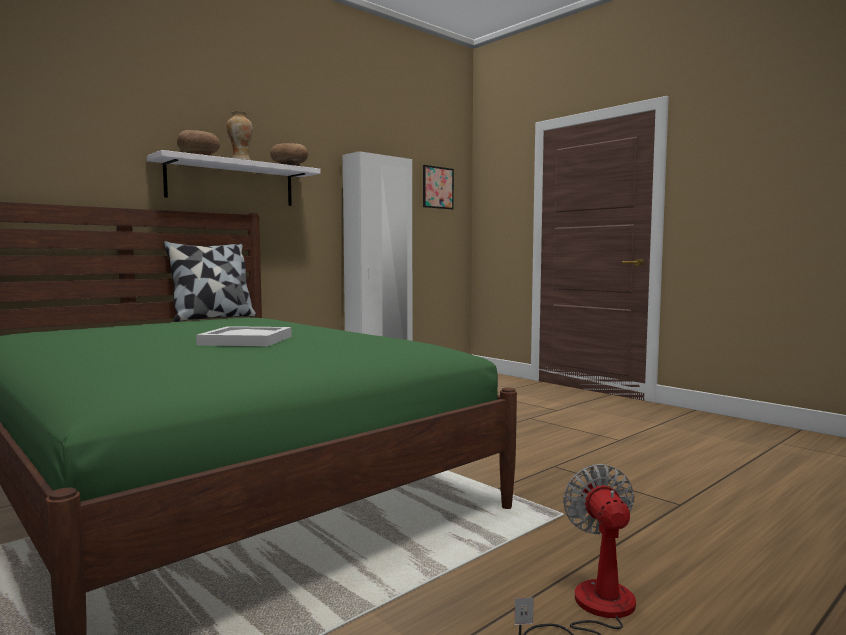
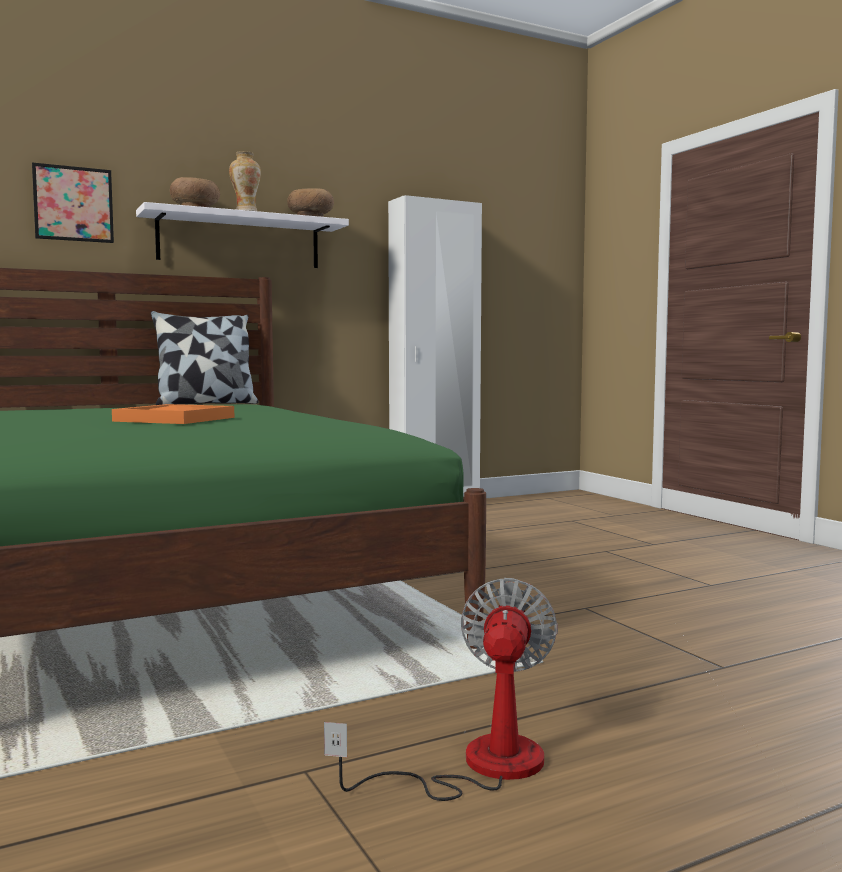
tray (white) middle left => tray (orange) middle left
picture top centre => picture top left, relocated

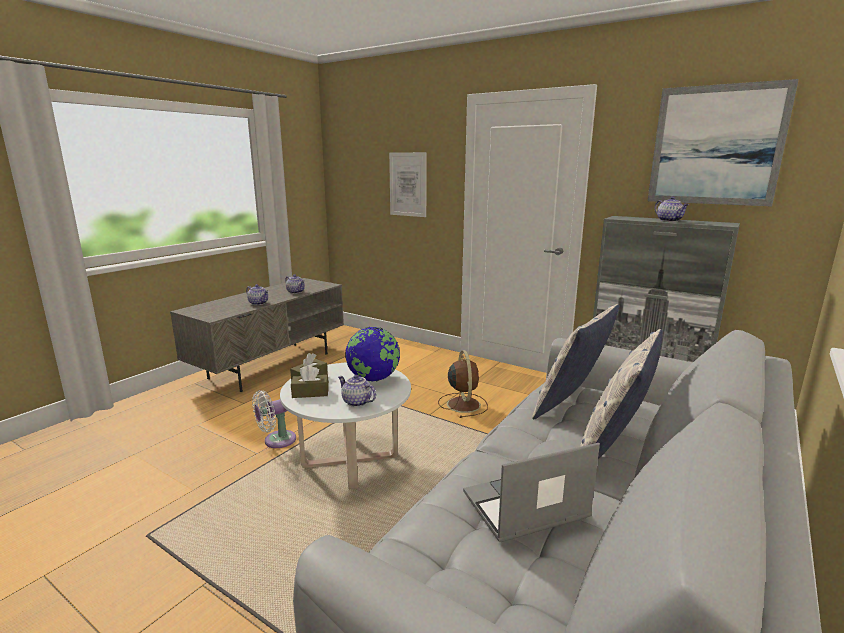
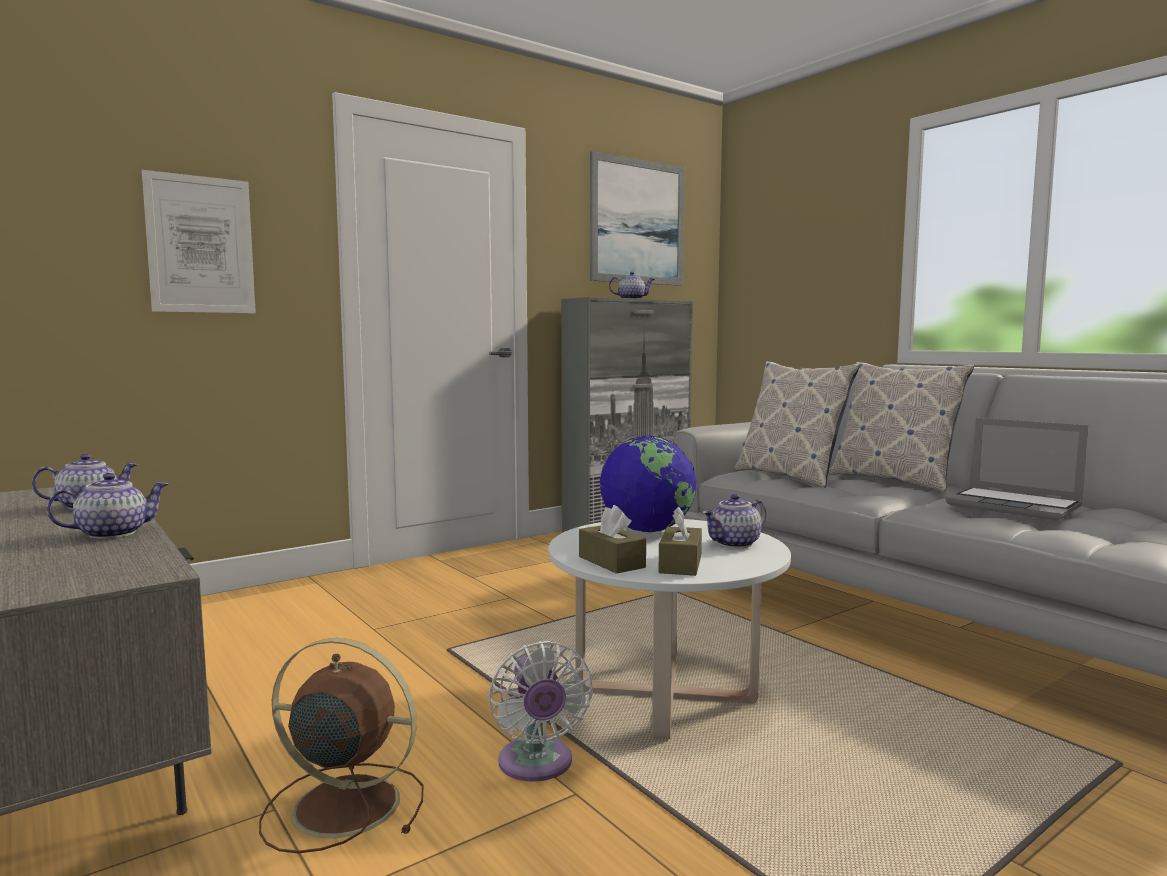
fan (brown) centre => fan (brown) bottom left, relocated
laptop bottom centre => laptop middle right, 45 degrees counterclockwise

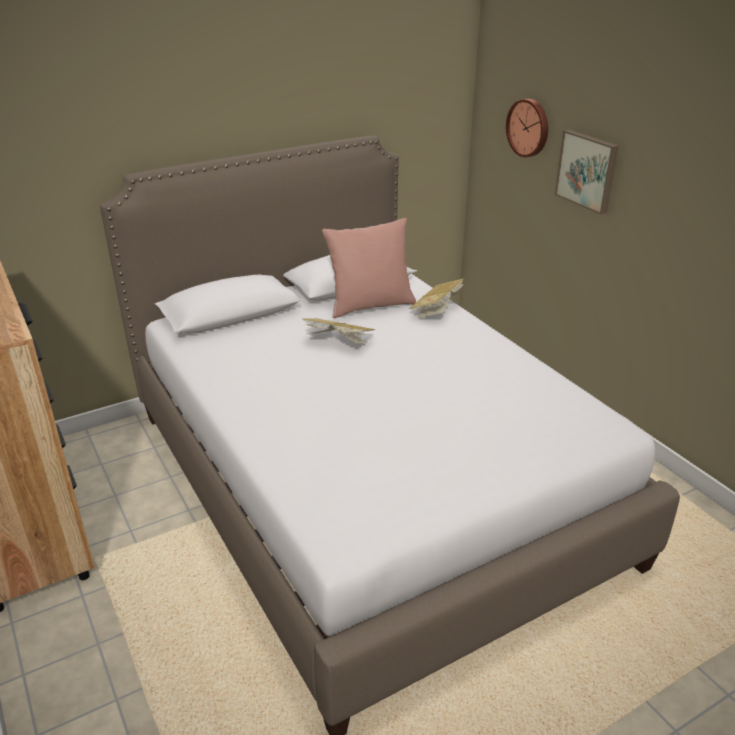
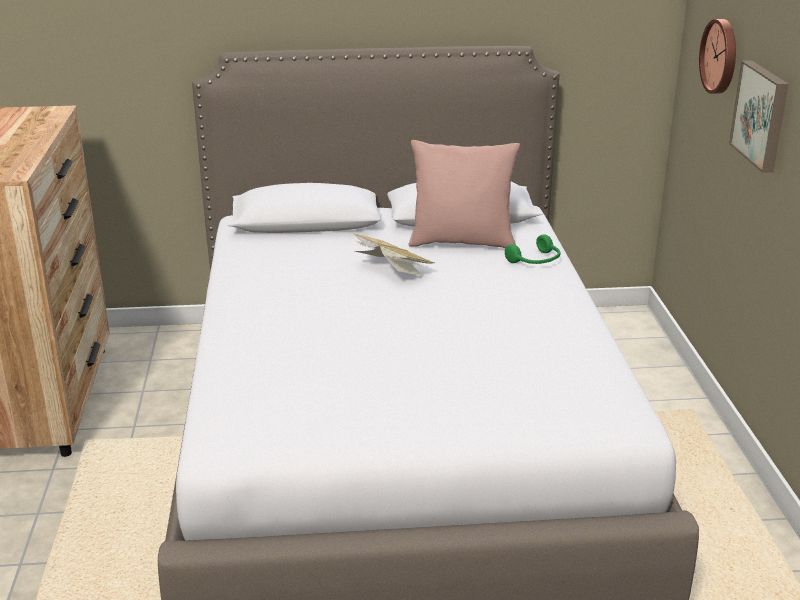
book (no. 2 from left) centre => headphones (green) centre

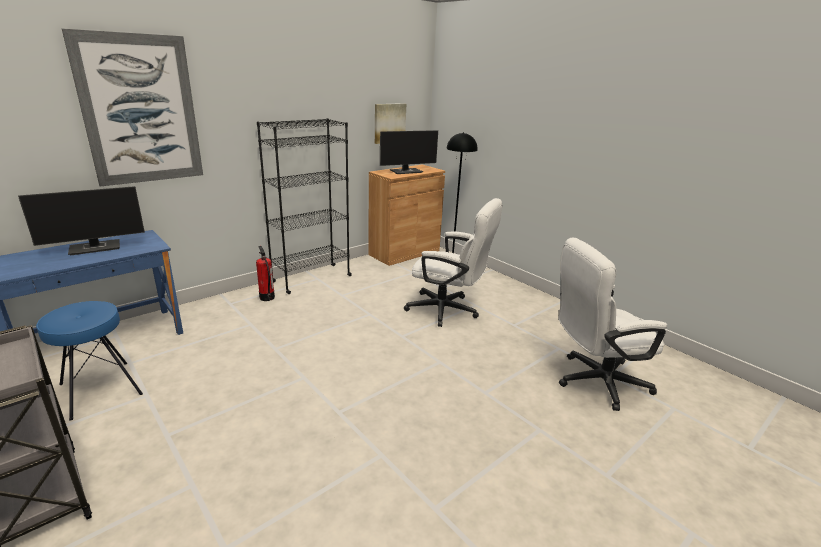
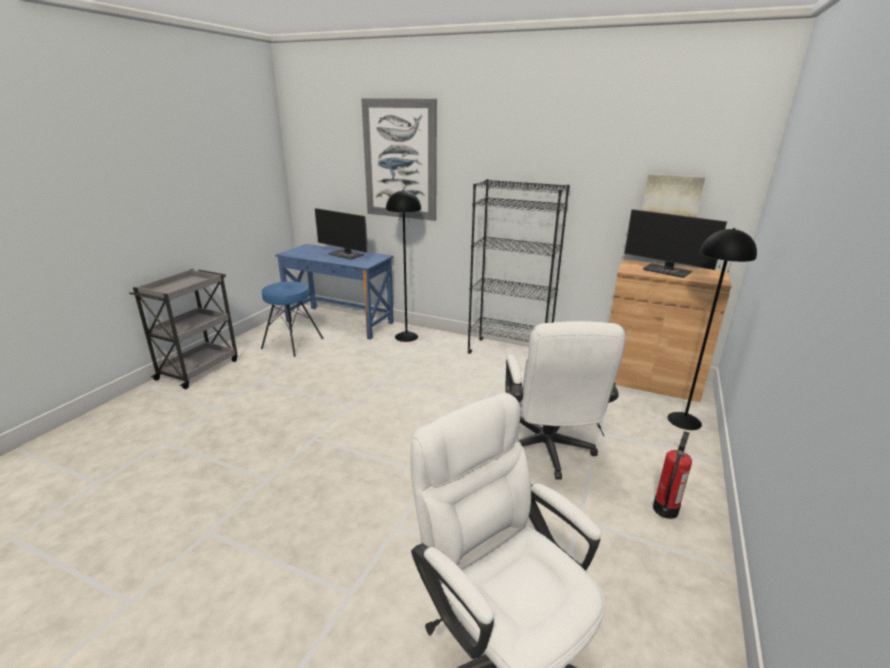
fire extinguisher middle left => fire extinguisher bottom right, relocated
nothing => floor lamp (black) (no. 1 from left) centre

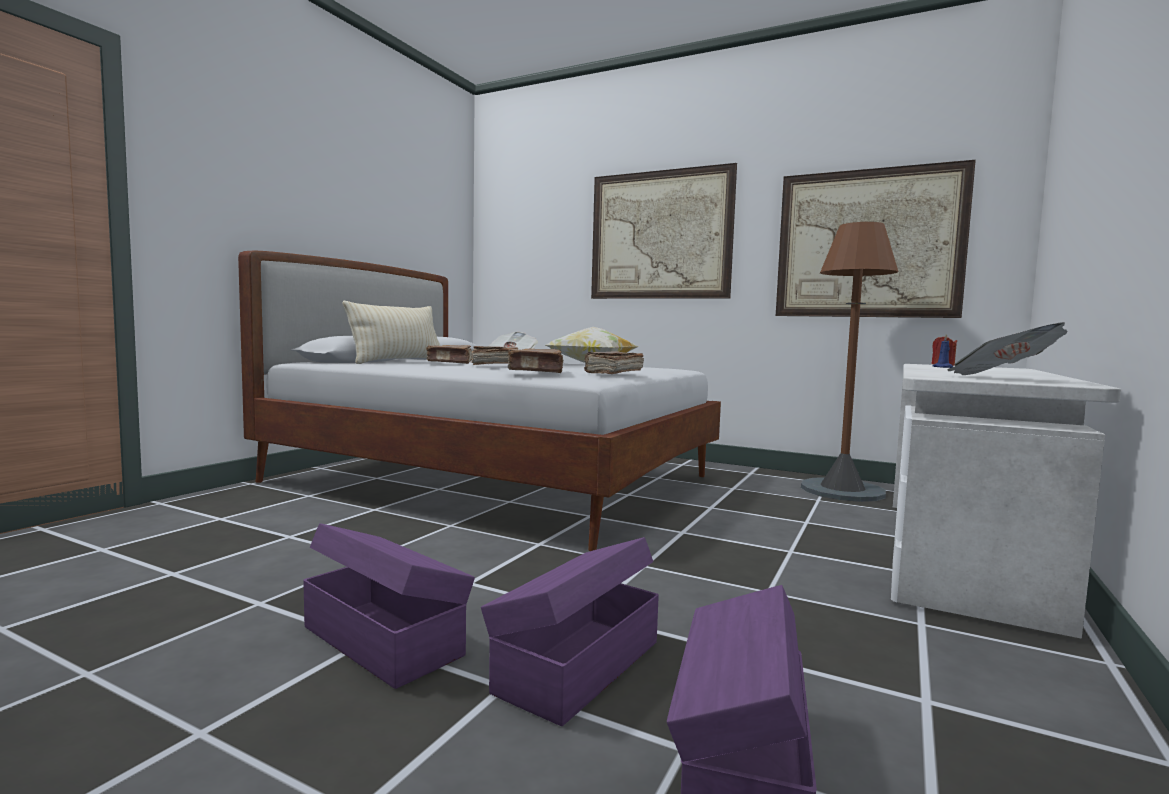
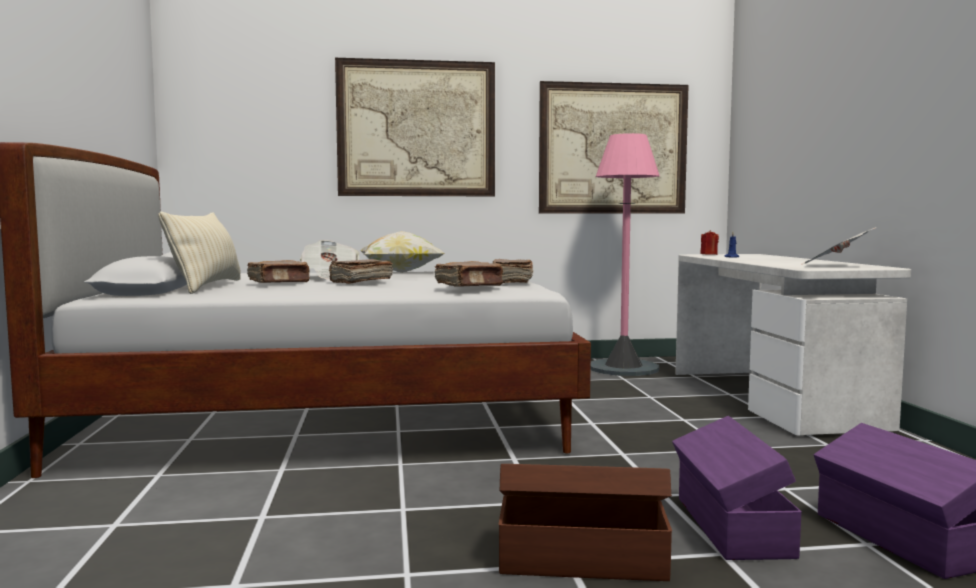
storage box (purple) (no. 1 from left) bottom left => storage box (brown) bottom centre
floor lamp (brown) middle right => floor lamp (pink) centre

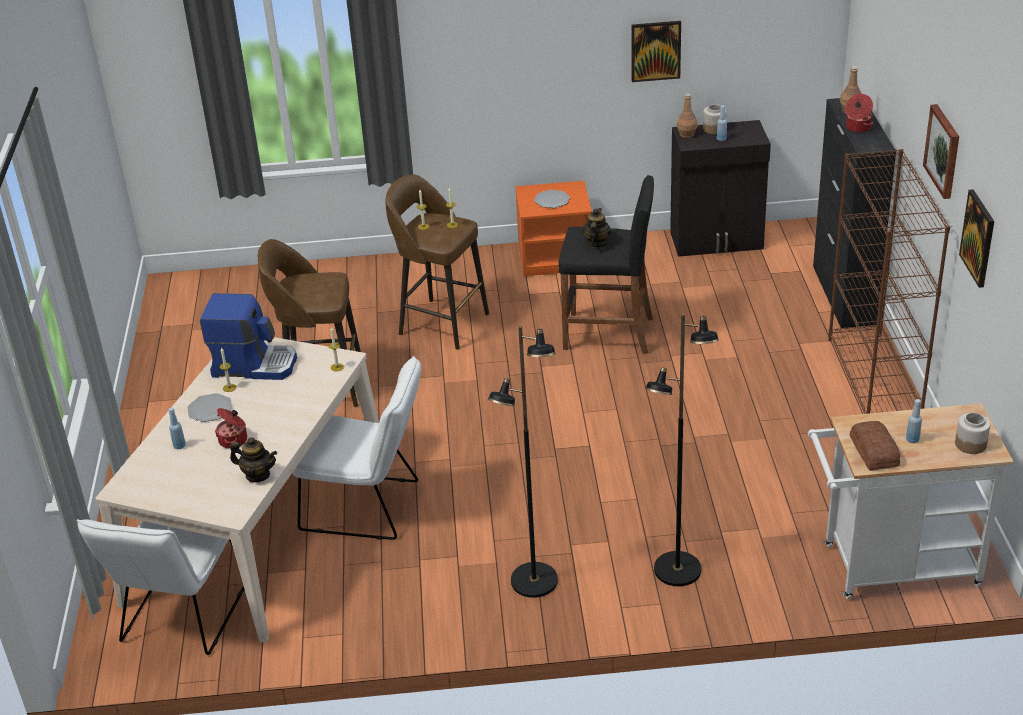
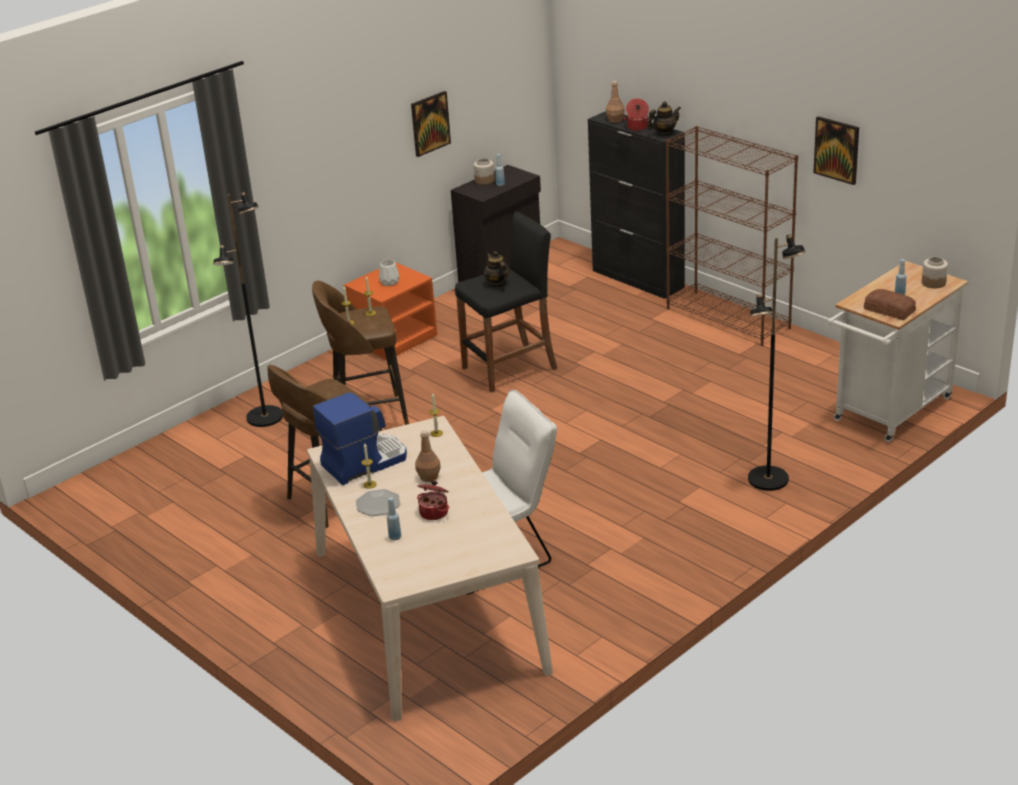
chair (white) (no. 1 from left) bottom left => nothing
teapot (no. 1 from left in the first image) middle left => teapot (no. 2 from left) top centre, relocated
floor lamp (black) (no. 1 from left) centre => floor lamp (black) (no. 1 from left) middle left, relocated
plate (no. 2 from left) top centre => vase (white) centre
bottle (brown) (no. 1 from left) top right => bottle (brown) (no. 1 from left) centre, relocated
picture (no. 2 from left) top right => nothing

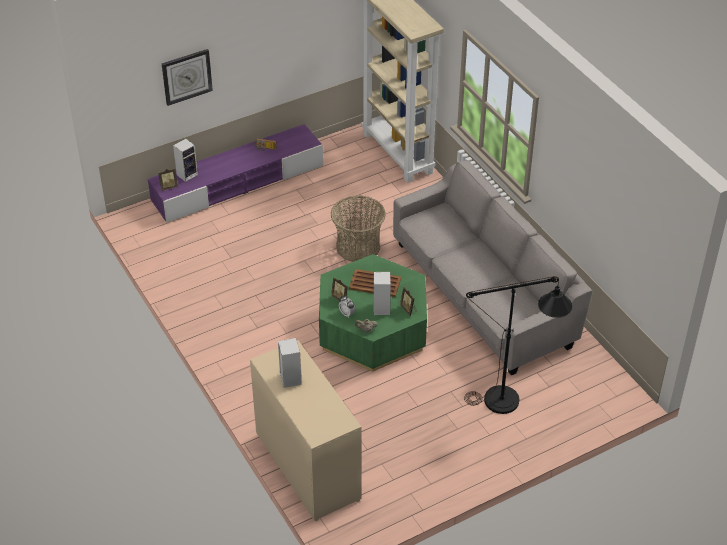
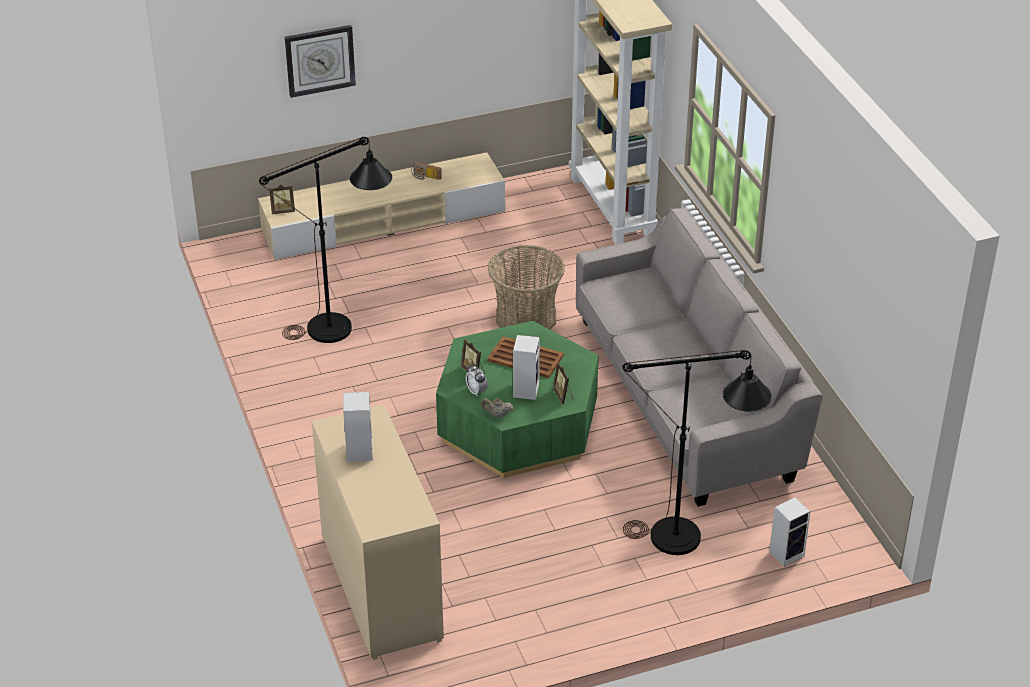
tv stand (purple) top left => tv stand (beige) top centre
speaker (no. 1 from left in the first image) top left => speaker (no. 3 from left) bottom right, relocated
nothing => floor lamp (black) (no. 1 from left) middle left

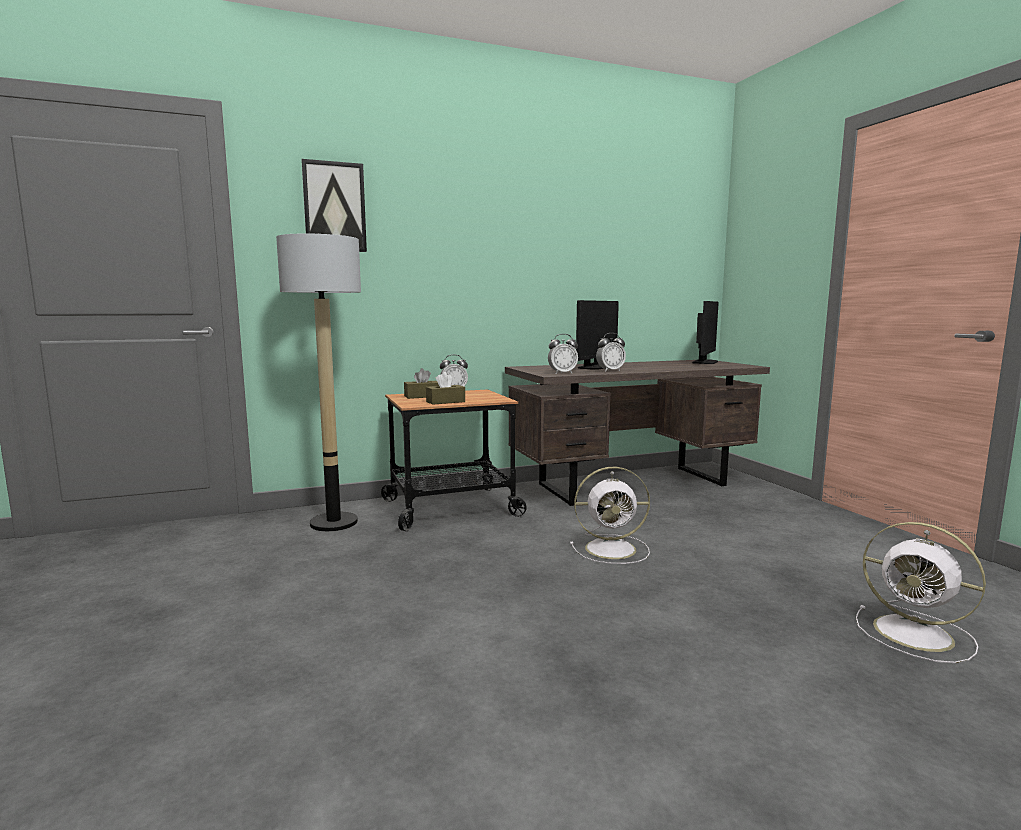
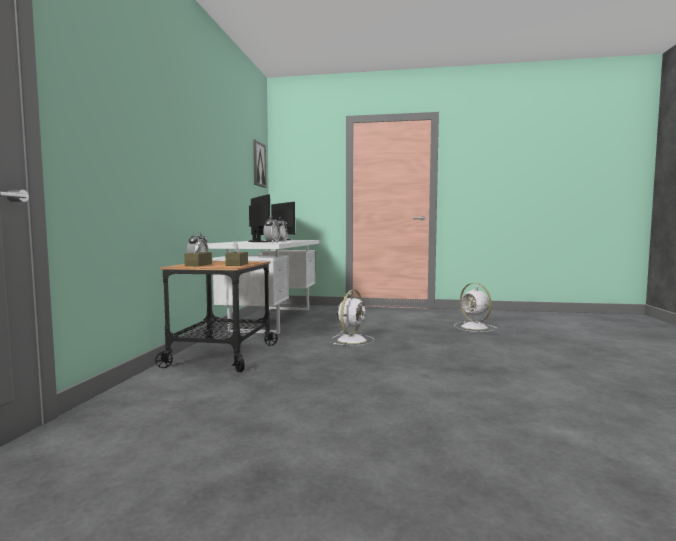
floor lamp middle left => nothing
picture top left => picture top centre, relocated
desk (brown) centre => desk (white) centre
fan (white) (no. 2 from left) bottom right => fan (white) (no. 2 from left) middle right, 75 degrees clockwise

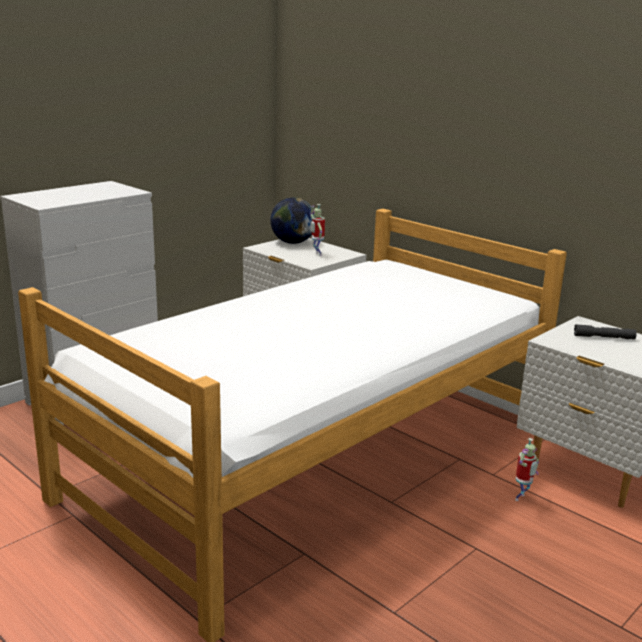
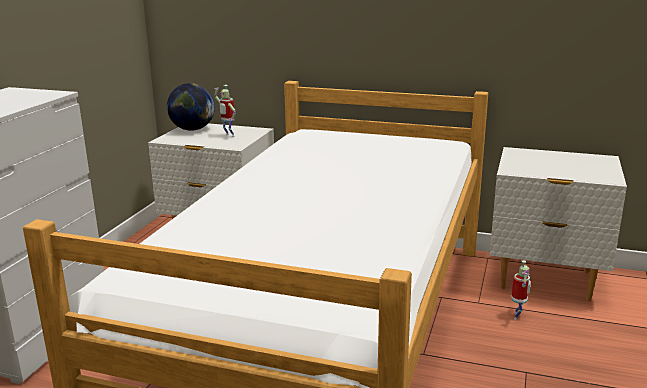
flashlight (grey) middle right => nothing

